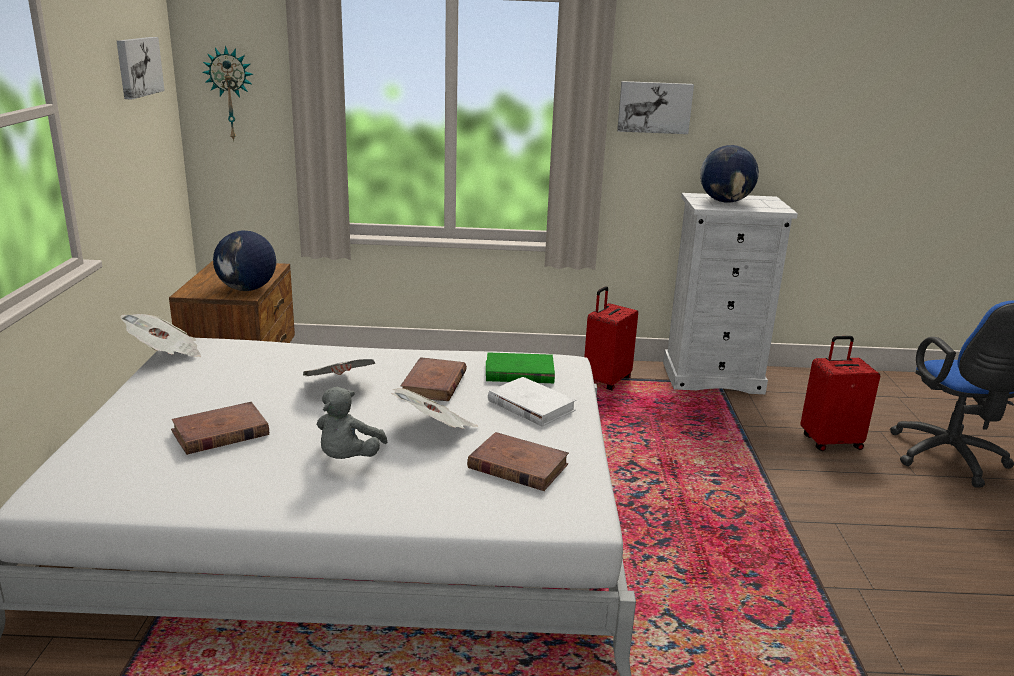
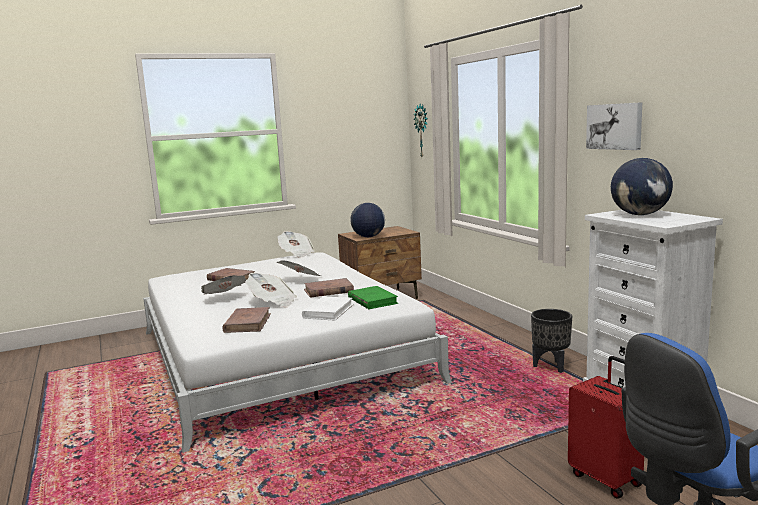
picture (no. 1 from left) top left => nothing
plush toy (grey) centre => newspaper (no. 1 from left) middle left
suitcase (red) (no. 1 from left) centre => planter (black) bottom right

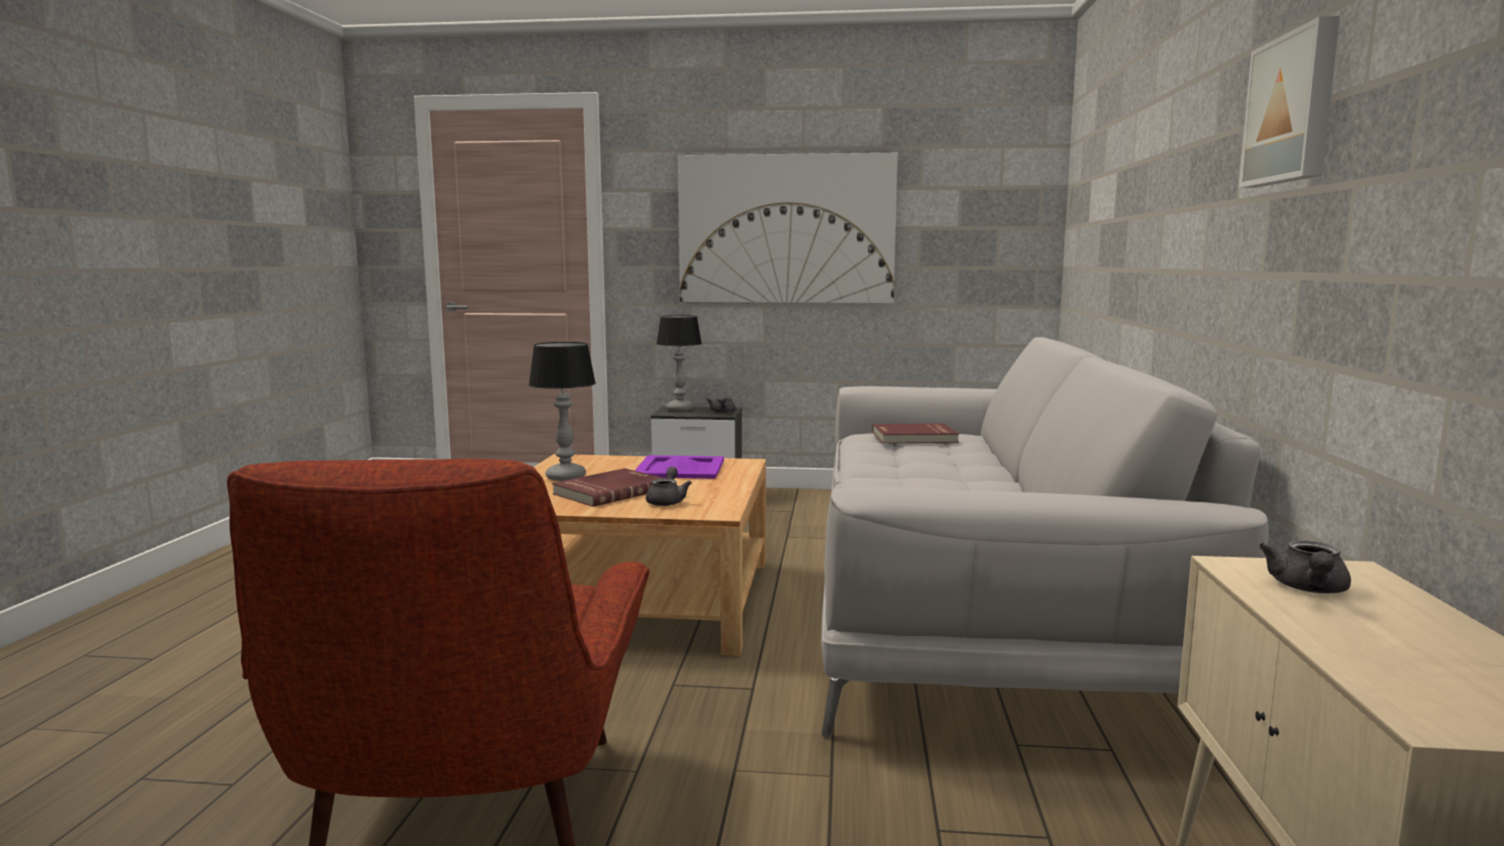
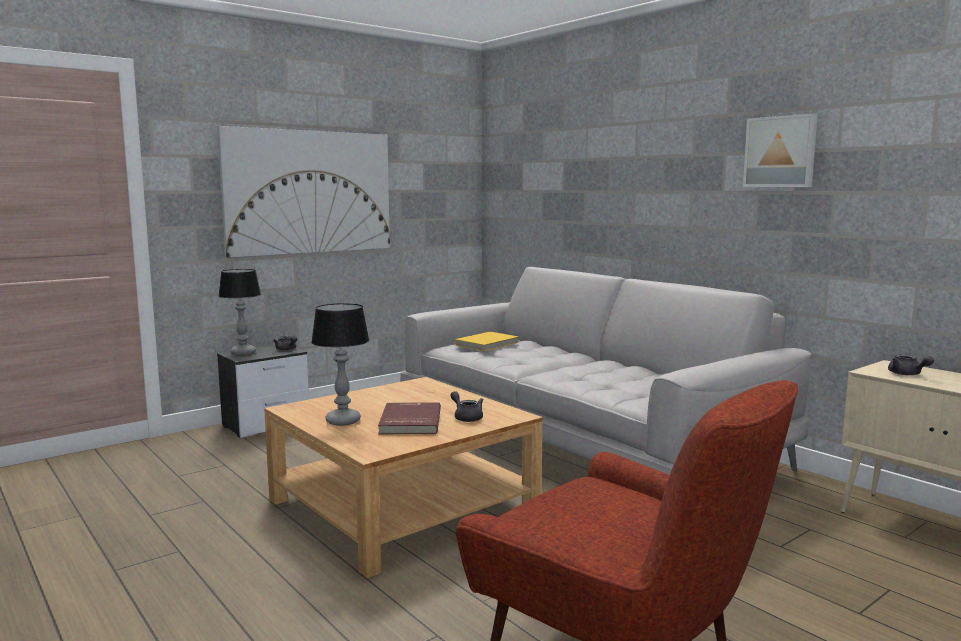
tray (purple) centre => nothing
book (red) (no. 2 from left) centre => book (yellow) centre

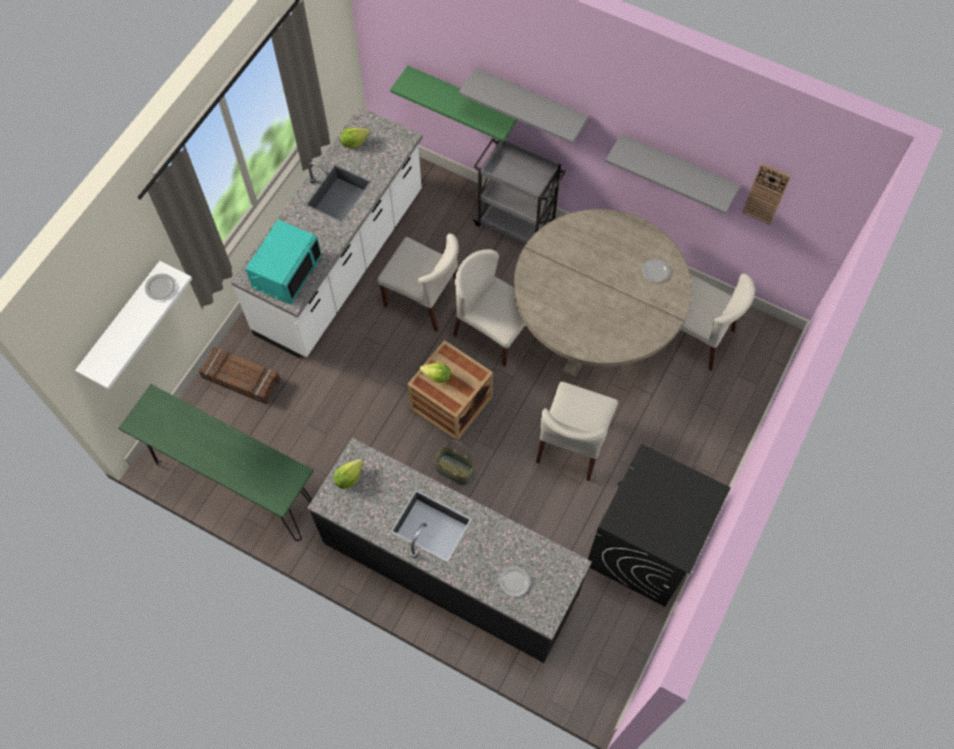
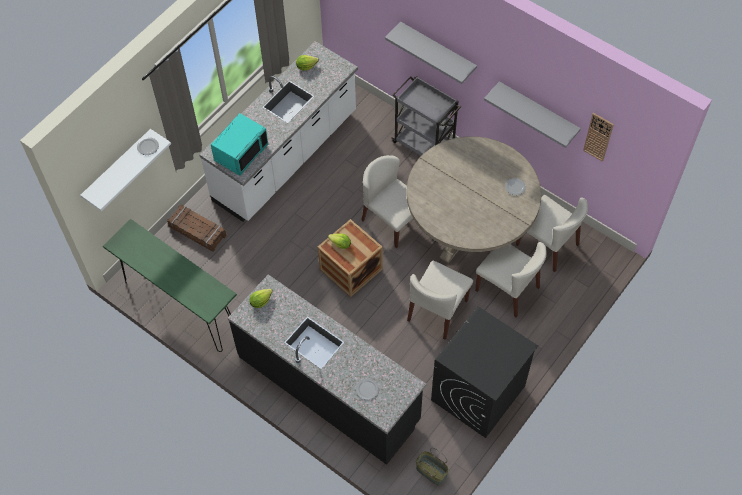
chair (beige) (no. 1 from left in the first image) centre => chair (beige) (no. 3 from left) middle right, relocated
shelf (green) top centre => nothing
basket centre => basket bottom centre, relocated

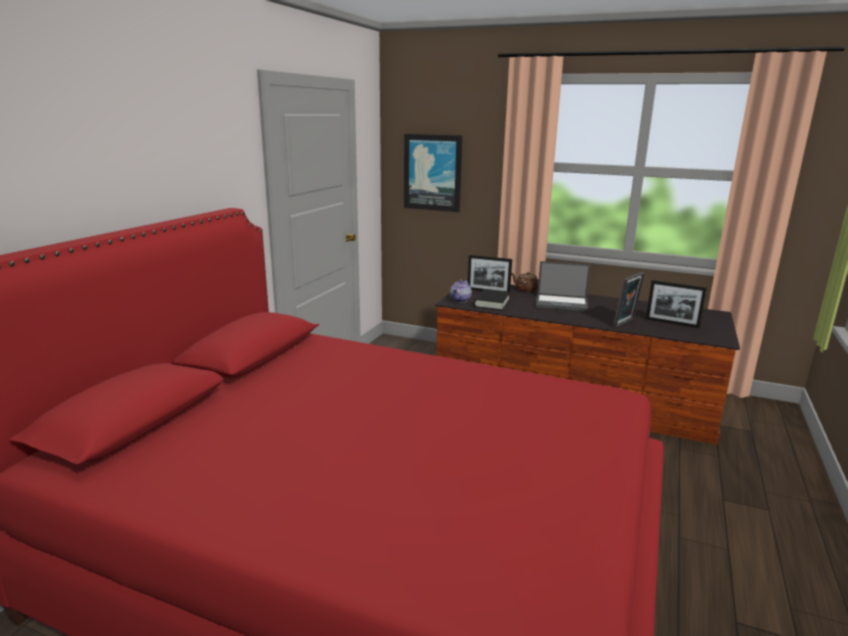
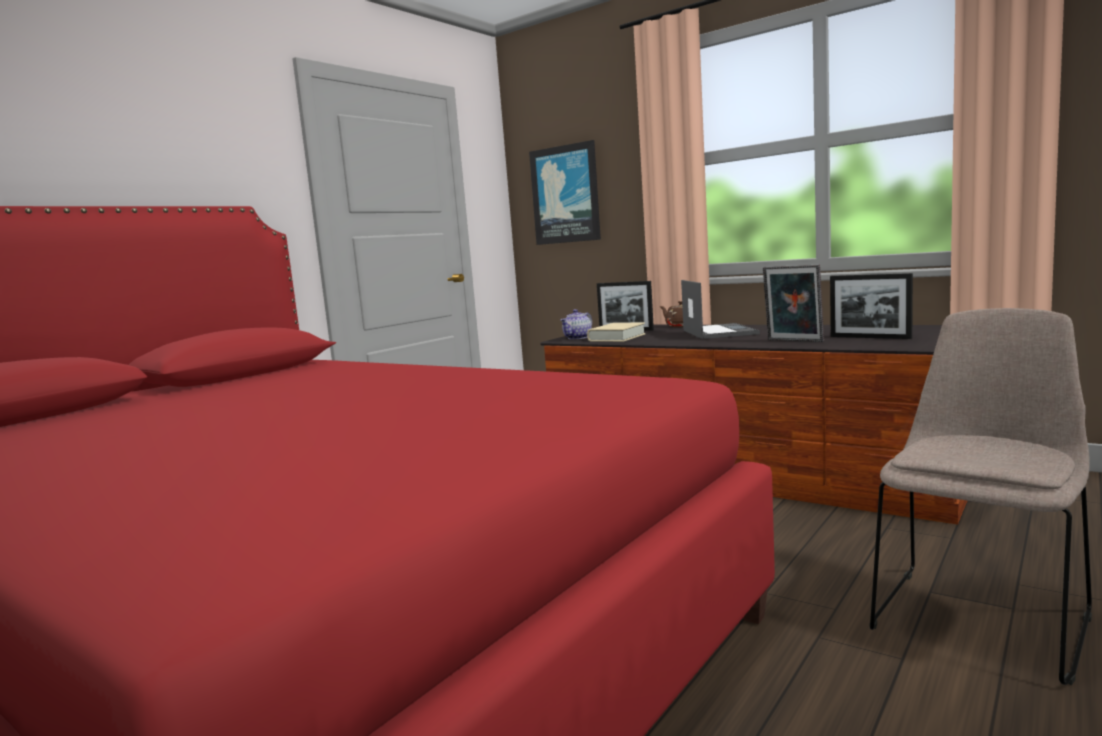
book (black) centre => book (beige) centre
laptop centre, 120 degrees counterclockwise
picture frame (no. 2 from left) middle right, 75 degrees clockwise
nothing => chair (beige) bottom right

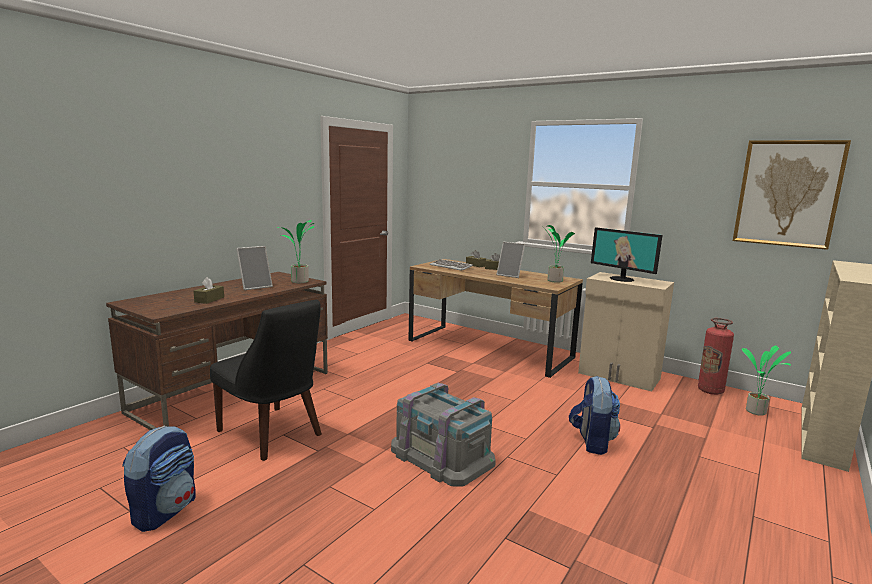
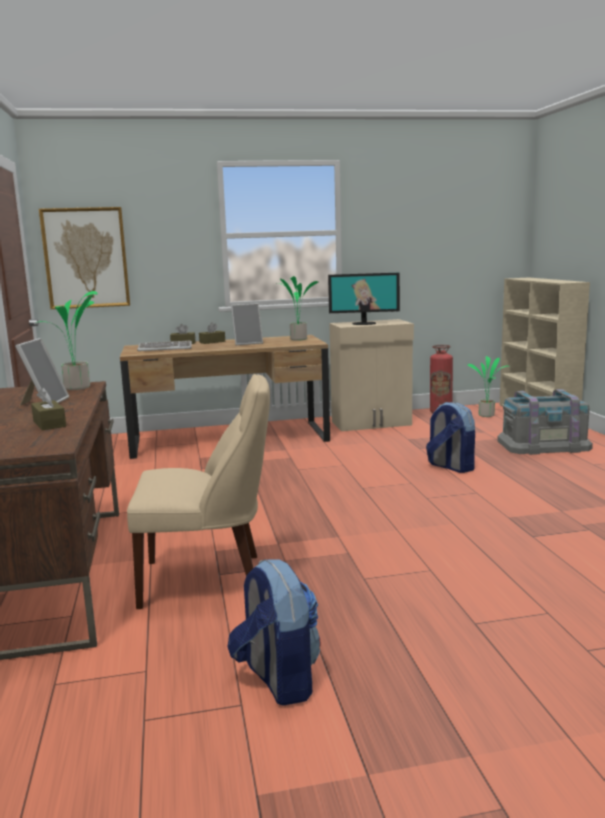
chair (black) middle left => chair (beige) middle left
storage box (grey) bottom centre => storage box (grey) middle right, relocated
picture middle right => picture top left, relocated

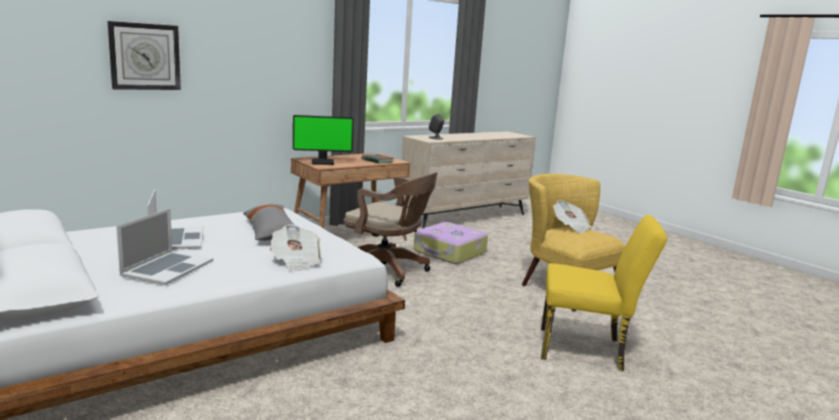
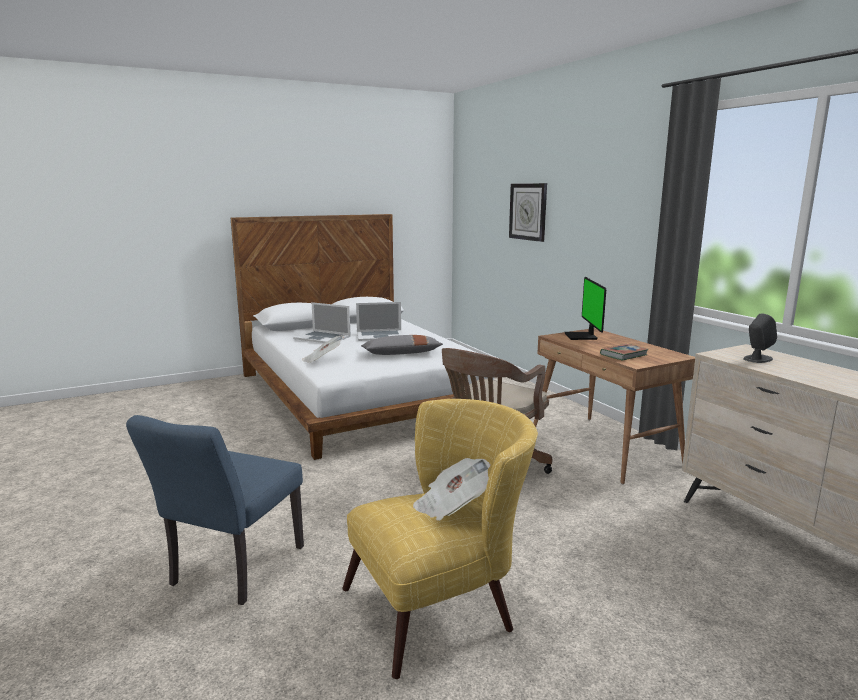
suitcase centre => nothing
chair (yellow) bottom right => chair (blue) bottom left

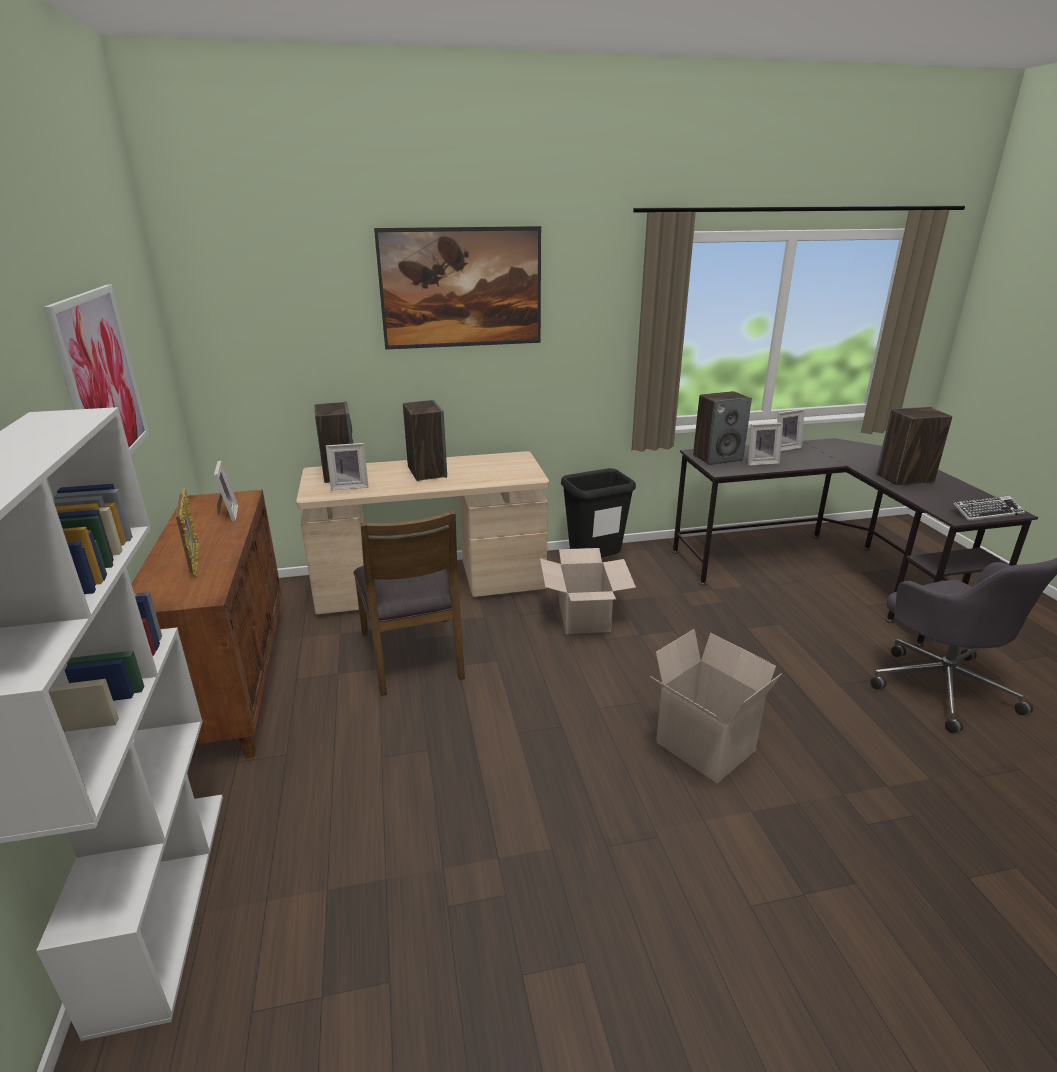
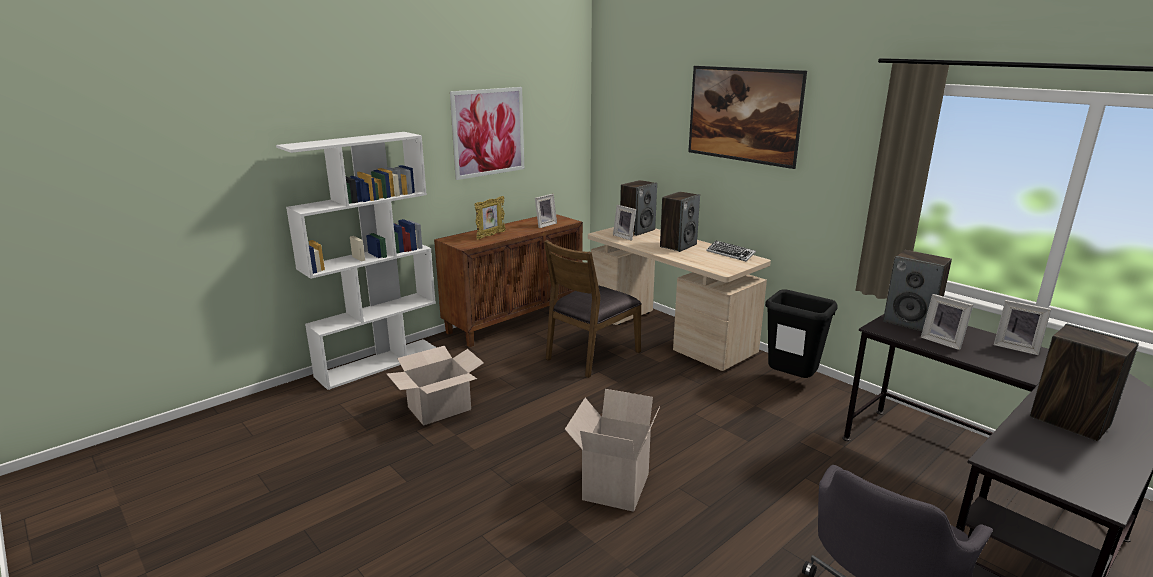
cardboard box (no. 1 from left) centre => cardboard box (no. 1 from left) bottom centre, relocated
keyboard middle right => keyboard centre, relocated

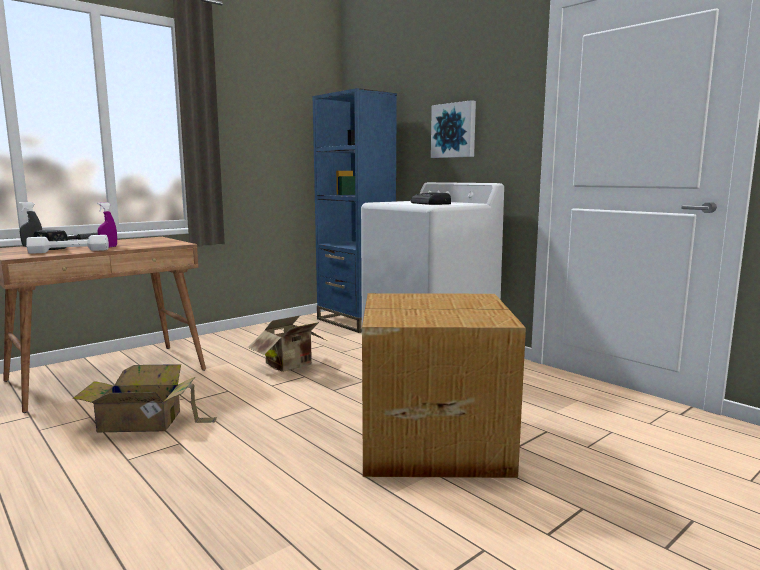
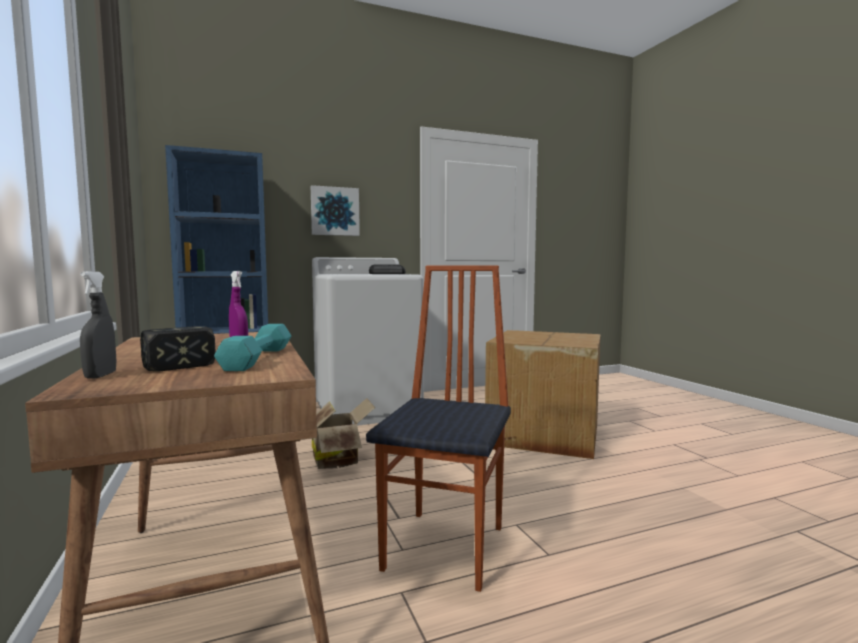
dumbbell (white) middle left => dumbbell (turquoise) middle left
cardboard box (no. 1 from left) bottom left => chair centre

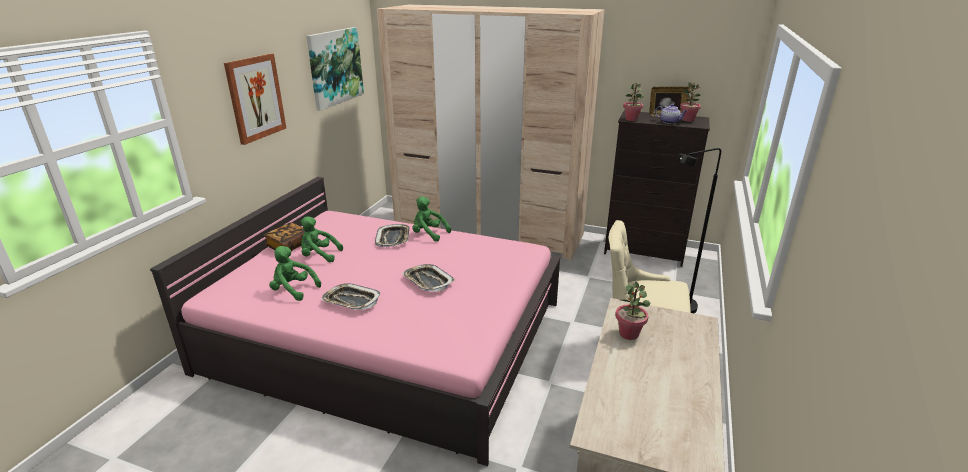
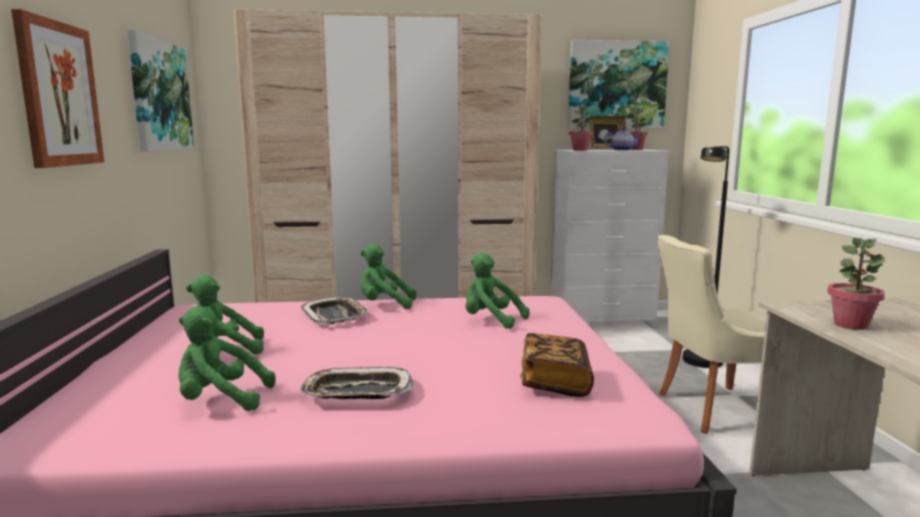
book middle left => book bottom centre, relocated
tray (no. 3 from left) centre => nothing
dresser (black) middle right => dresser (white) centre
nothing => plush toy (green) (no. 4 from left) centre
nothing => picture (no. 3 from left) top right

